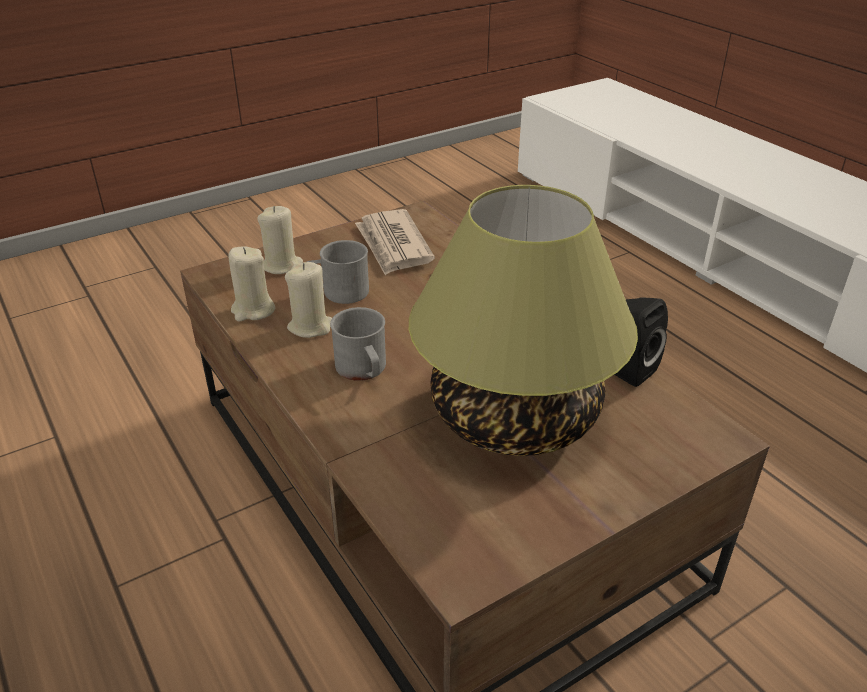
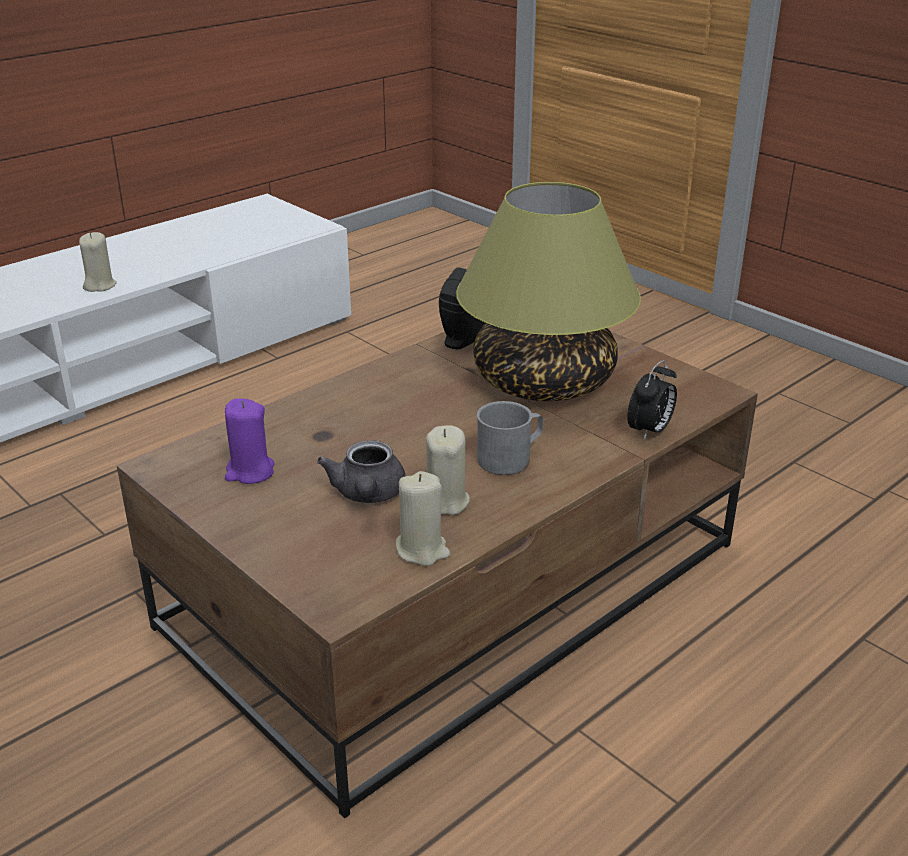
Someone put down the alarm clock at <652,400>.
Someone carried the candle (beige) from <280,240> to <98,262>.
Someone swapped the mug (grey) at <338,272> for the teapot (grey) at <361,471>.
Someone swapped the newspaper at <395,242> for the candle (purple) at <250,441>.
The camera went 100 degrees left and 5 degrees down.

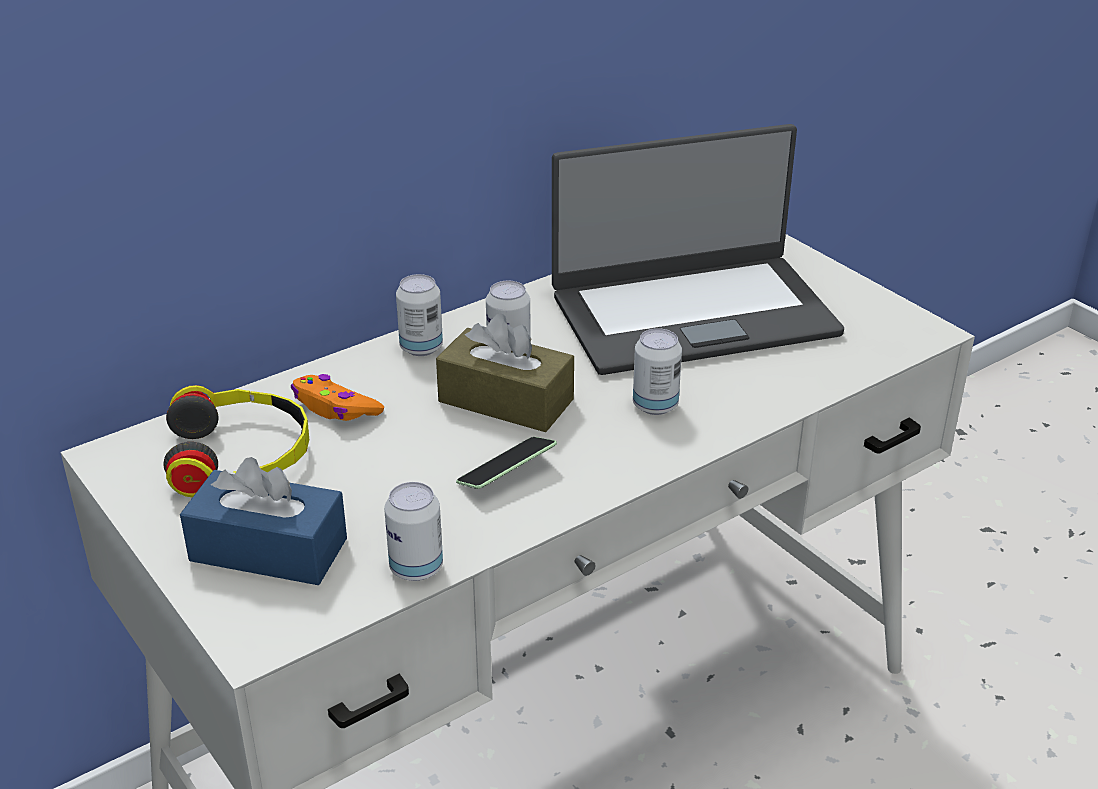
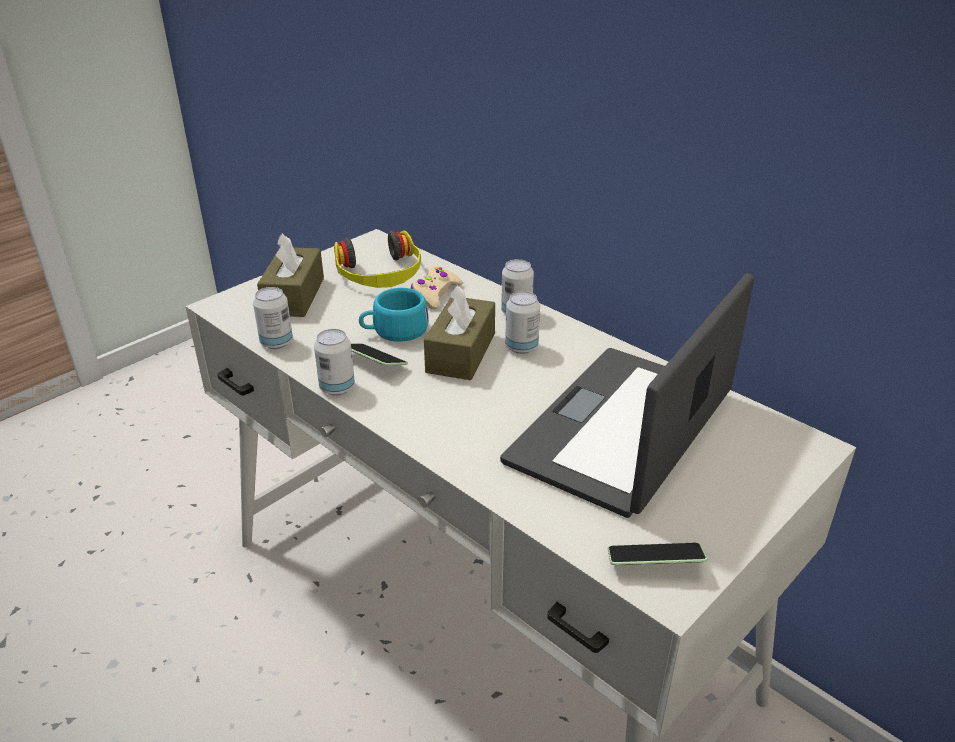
Someone put down the cup (turquoise) at <394,315>.
Someone put down the phone at <657,554>.
Someone carried the can from <657,371> to <334,362>.
Someone repainted the tissue box (blue) at <263,521>, which became the tissue box (brown) at <290,275>.
Someone repainted the game controller (orange) at <337,397>, which became the game controller (beige) at <437,287>.
Someone rotated the laptop at <698,249> by 60 degrees clockwise.
The camera went 80 degrees right and 0 degrees up.

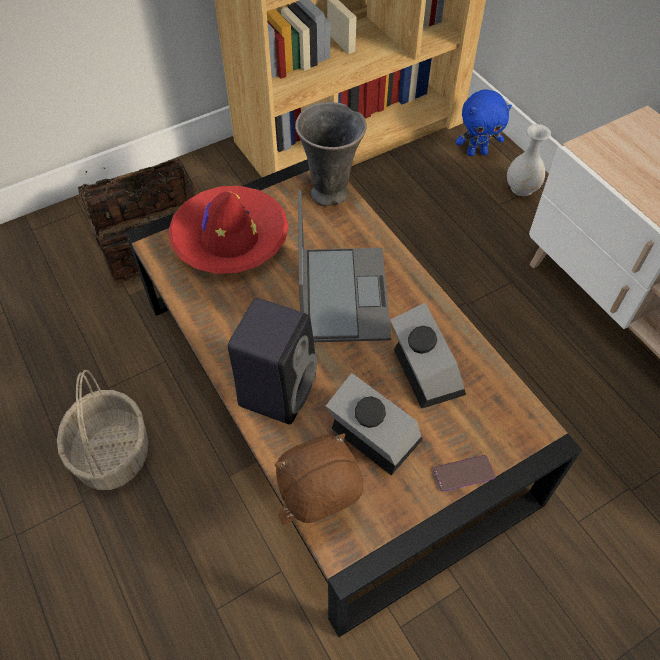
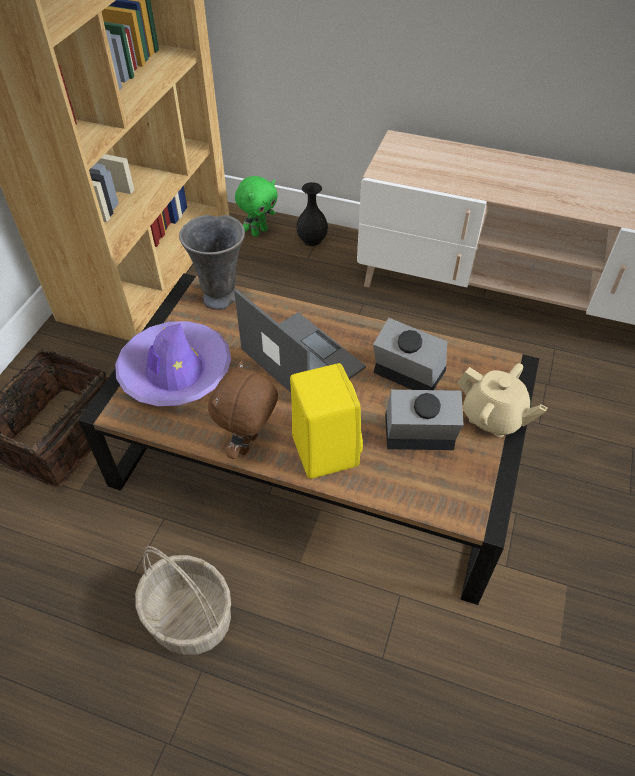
Someone carried the plush toy (brown) from <319,479> to <243,409>.
Someone swapped the phone at <464,473> for the teapot (beige) at <502,400>.
Someone repainted the hat (red) at <228,230>, which became the hat (purple) at <173,363>.
Someone repainted the speaker (black) at <272,361>, which became the speaker (yellow) at <326,421>.
Someone repainted the plush toy (blue) at <483,122>, which became the plush toy (green) at <256,206>.
Someone repainted the vase (white) at <529,160>, which became the vase (black) at <312,214>.
The camera went 40 degrees left and 5 degrees down.

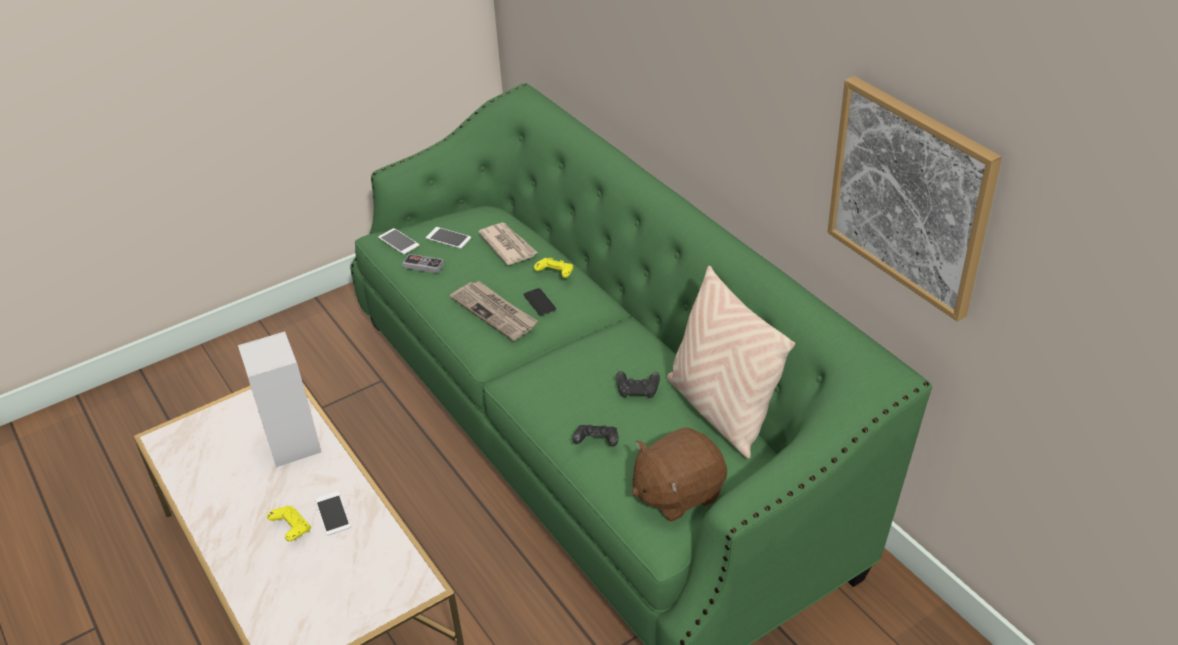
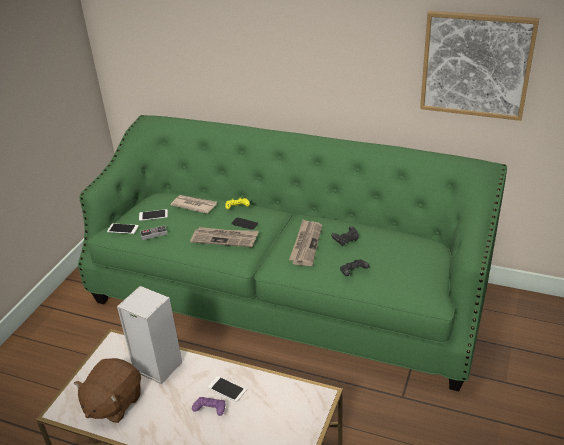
Someone took away the pillow (beige) at <731,362>.
Someone put down the newspaper at <305,243>.
Someone carried the plush toy (brown) from <679,474> to <107,390>.
Someone repainted the game controller (yellow) at <289,523>, which became the game controller (purple) at <209,406>.
The camera went 35 degrees left and 5 degrees down.

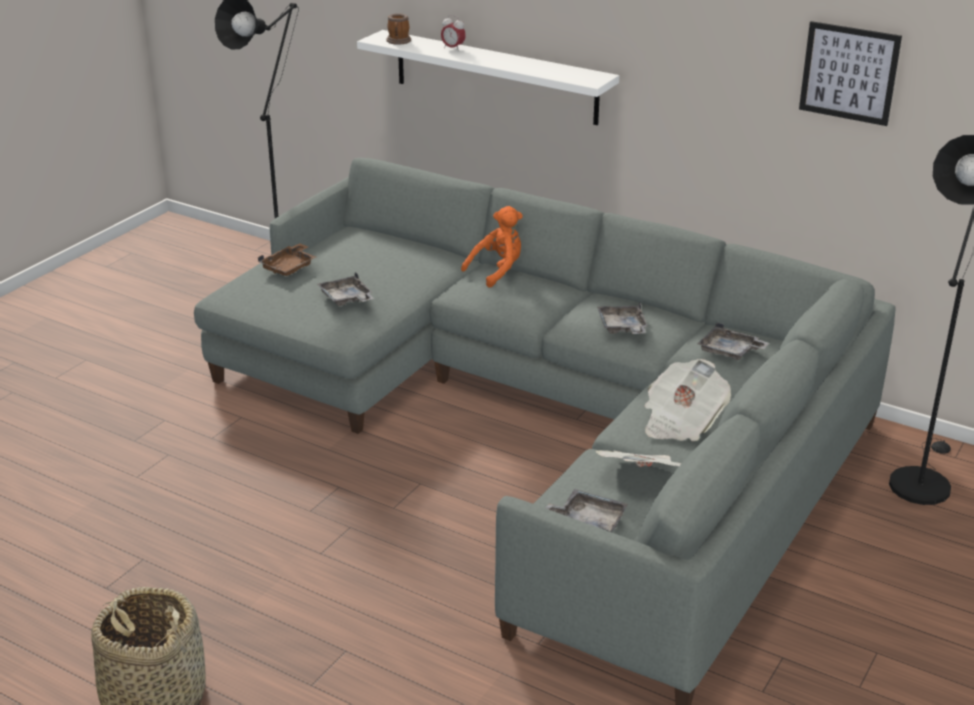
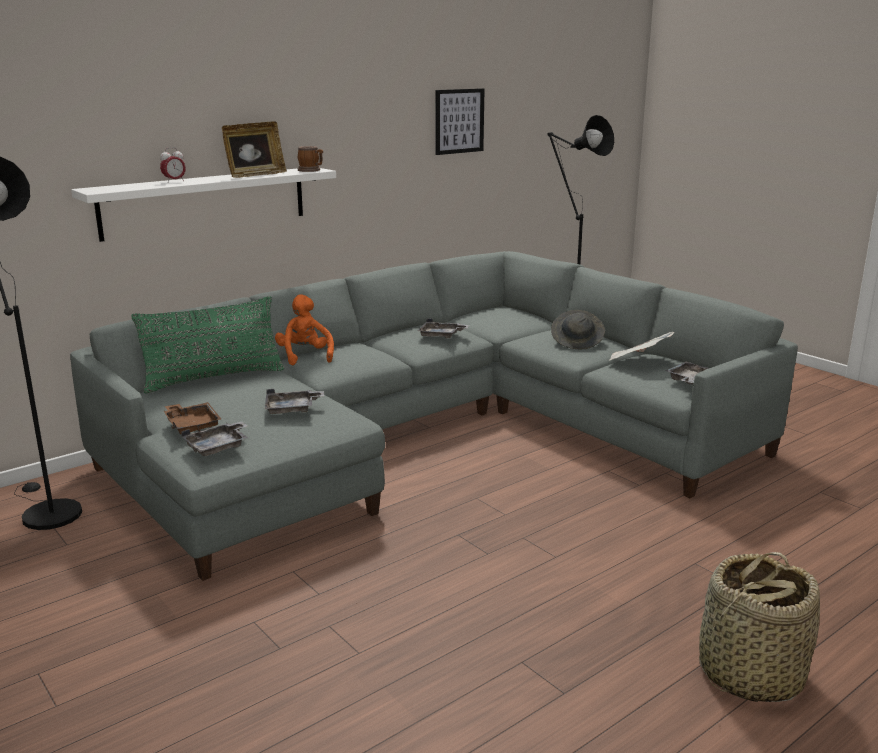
Someone put down the pillow (green) at <207,344>.
Someone put down the picture frame at <254,149>.
Someone carried the mug from <398,29> to <310,159>.
Someone carried the tray (grey) from <733,341> to <215,438>.
Someone swapped the newspaper at <688,400> for the hat (grey) at <578,329>.
The camera went 70 degrees left and 10 degrees down.

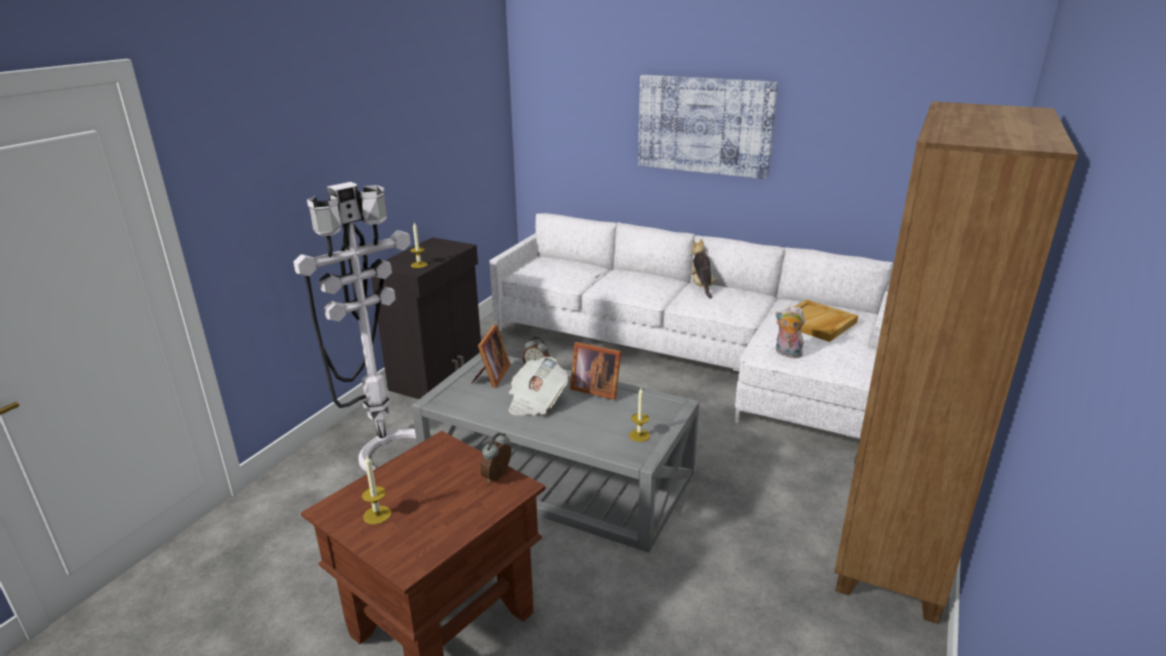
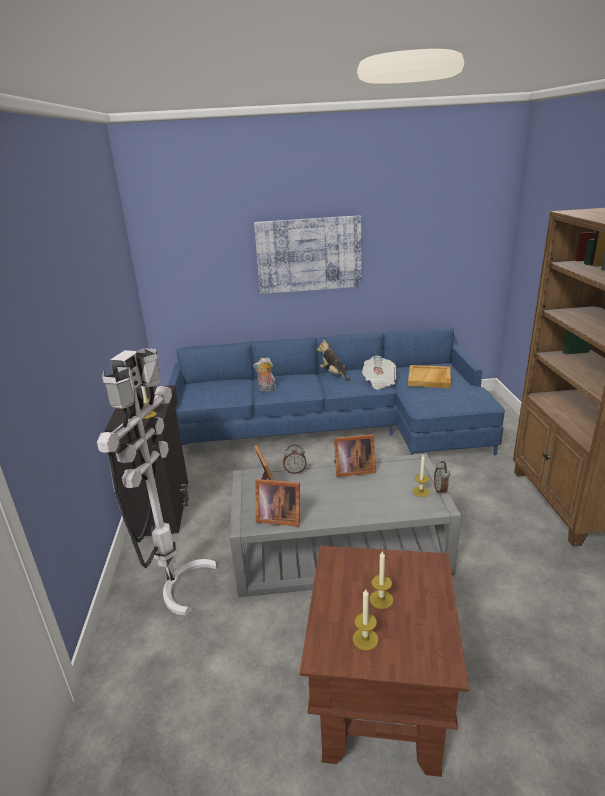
Someone put down the picture frame at <277,503>.
Someone put down the candle at <381,579>.
Someone carried the alarm clock from <495,458> to <442,478>.
Someone carried the newspaper from <538,386> to <379,373>.
Someone carried the plush toy from <790,331> to <264,374>.
Someone repainted the sofa (white) at <691,326>, which became the sofa (blue) at <336,391>.
The camera went 30 degrees left and 0 degrees up.

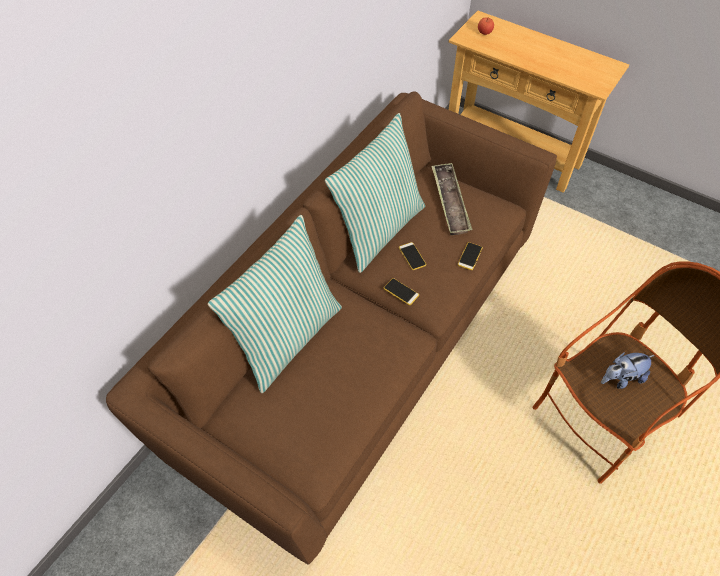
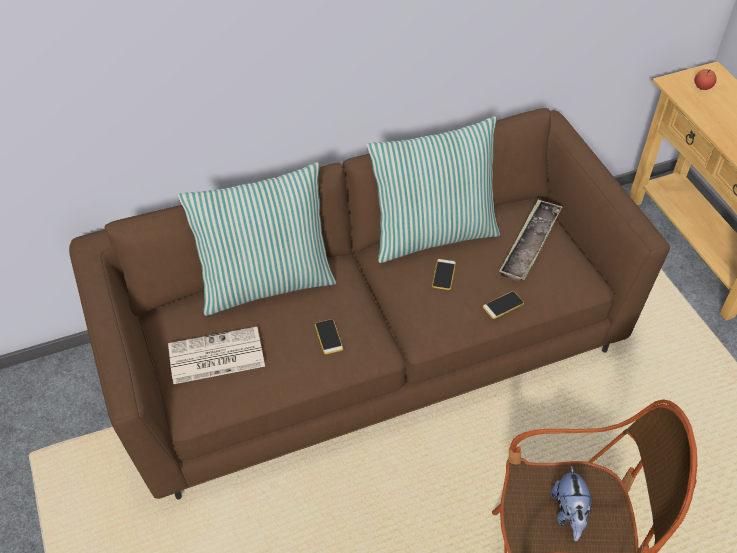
Someone put down the newspaper at <216,355>.
Someone carried the phone from <401,291> to <329,336>.
Someone rotated the plush toy at <628,370> by 105 degrees counterclockwise.
The camera went 35 degrees right and 5 degrees down.

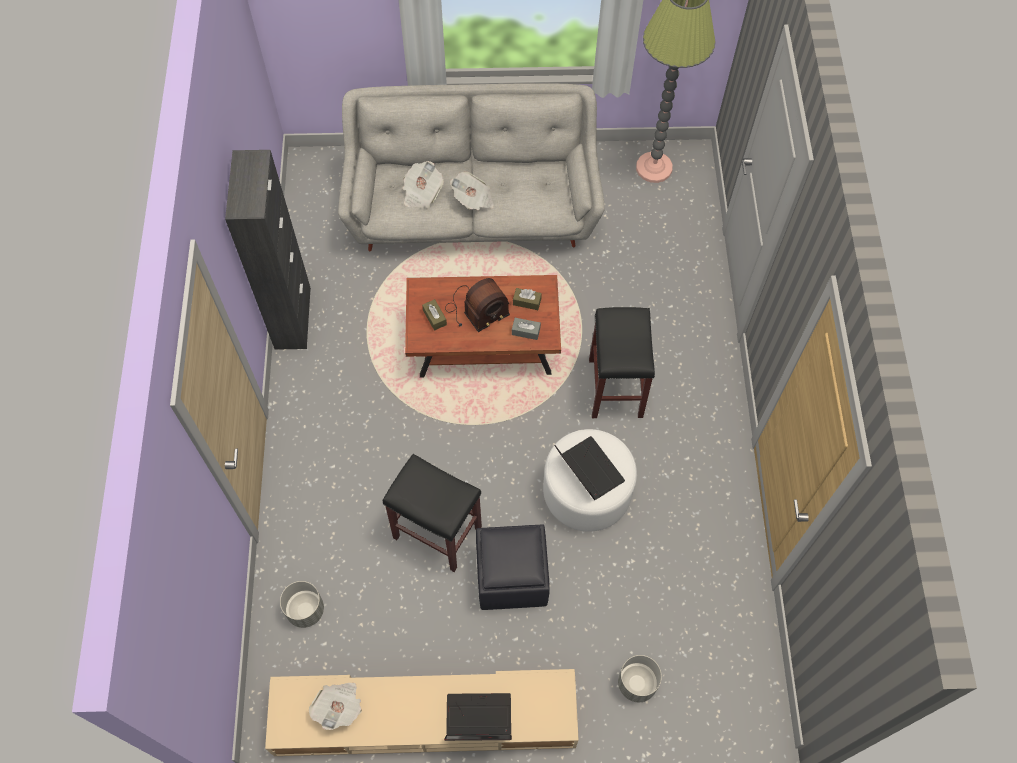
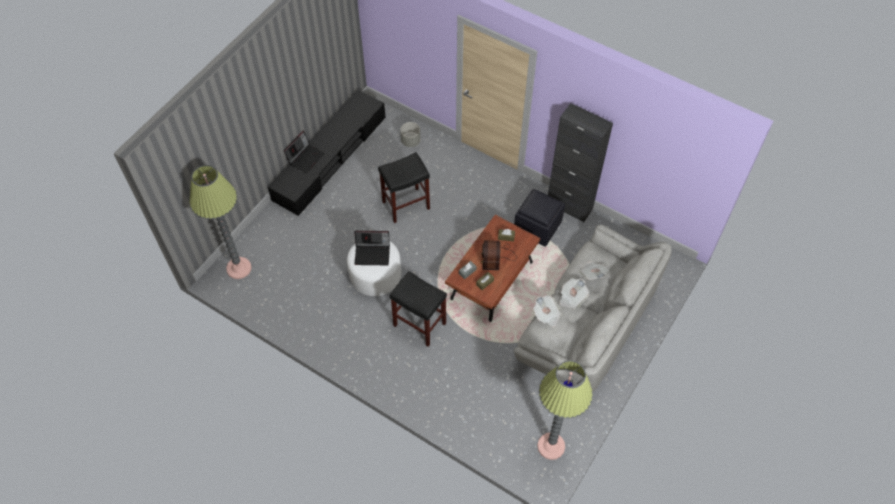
Someone took away the planter (grey) at <640,678>.
Someone put down the floor lamp at <220,222>.
Someone carried the newspaper from <335,706> to <548,311>.
Someone carried the ottoman (black) from <513,567> to <539,218>.
Someone repainted the tv stand (beige) at <422,712>, which became the tv stand (black) at <327,153>.
The camera went 125 degrees right and 5 degrees down.

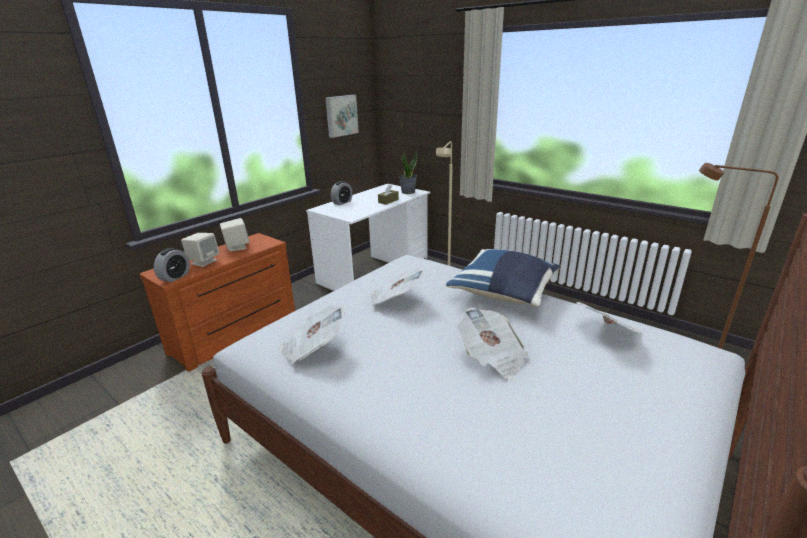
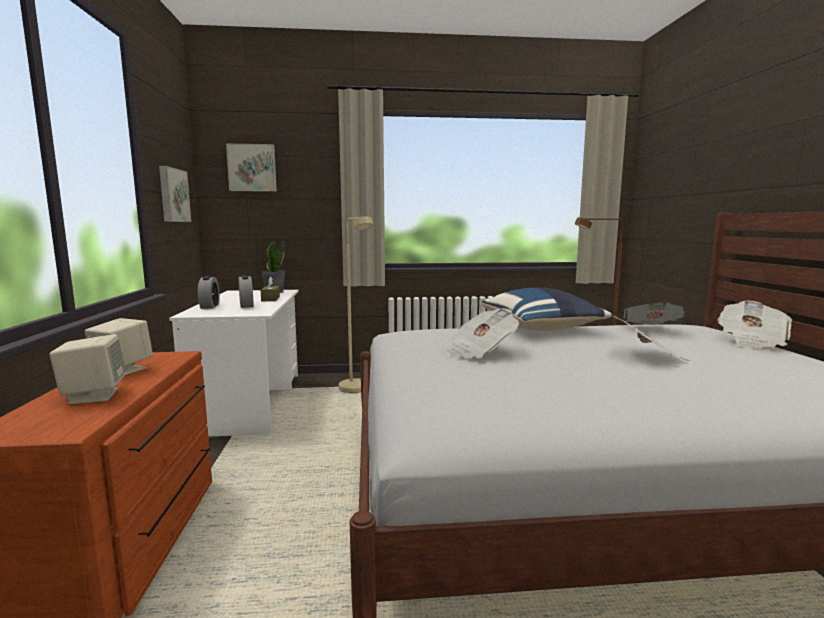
Someone put up the picture at <251,168>.
Someone carried the alarm clock from <172,265> to <246,291>.
Someone carried the newspaper from <312,335> to <754,324>.
The camera went 45 degrees left and 15 degrees down.

